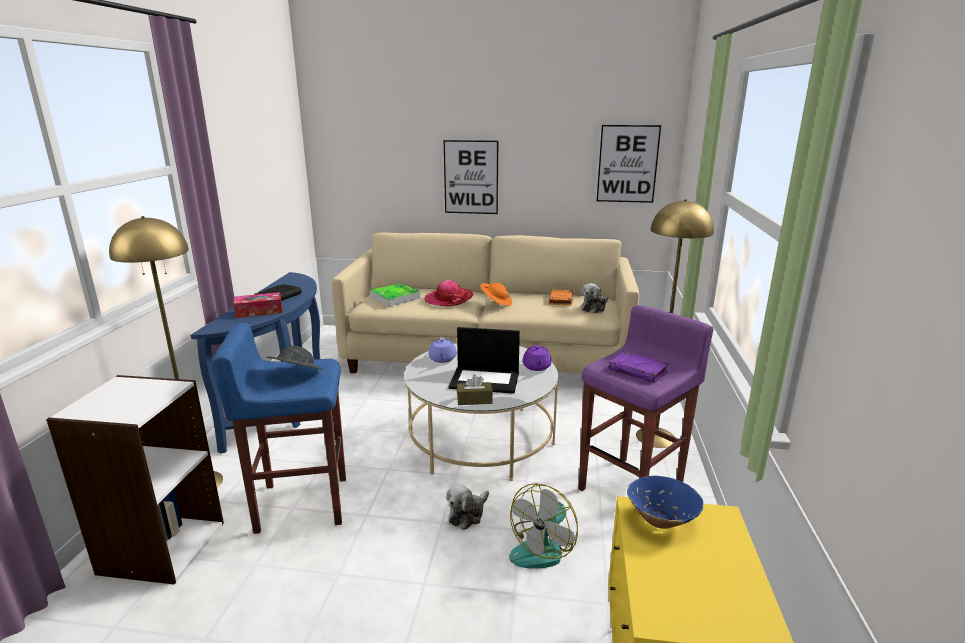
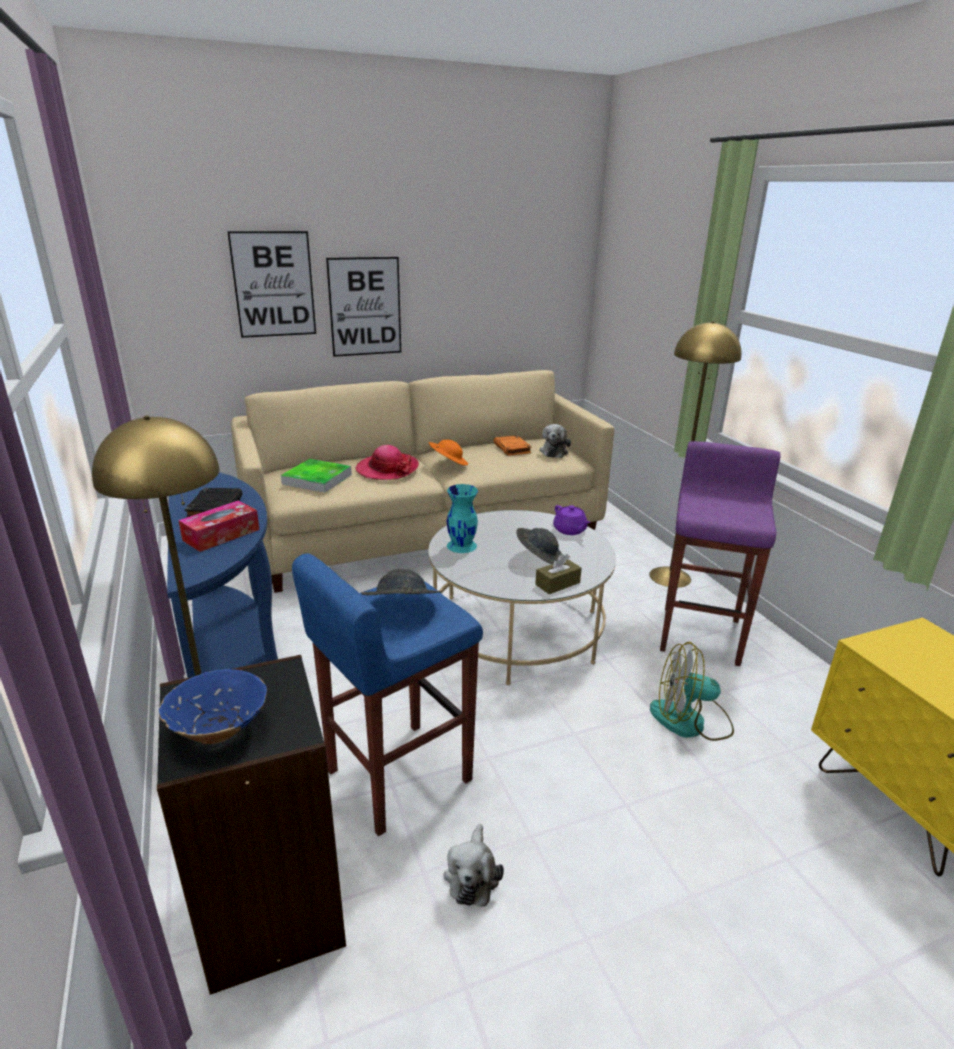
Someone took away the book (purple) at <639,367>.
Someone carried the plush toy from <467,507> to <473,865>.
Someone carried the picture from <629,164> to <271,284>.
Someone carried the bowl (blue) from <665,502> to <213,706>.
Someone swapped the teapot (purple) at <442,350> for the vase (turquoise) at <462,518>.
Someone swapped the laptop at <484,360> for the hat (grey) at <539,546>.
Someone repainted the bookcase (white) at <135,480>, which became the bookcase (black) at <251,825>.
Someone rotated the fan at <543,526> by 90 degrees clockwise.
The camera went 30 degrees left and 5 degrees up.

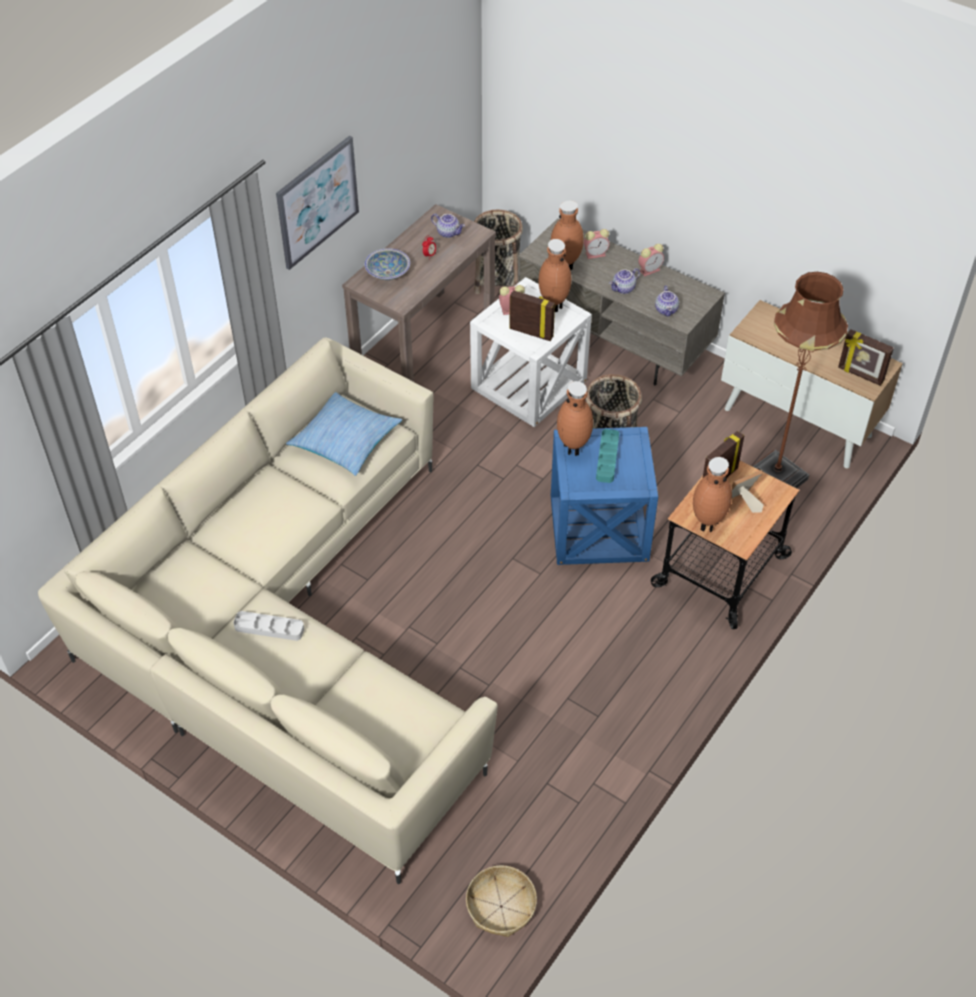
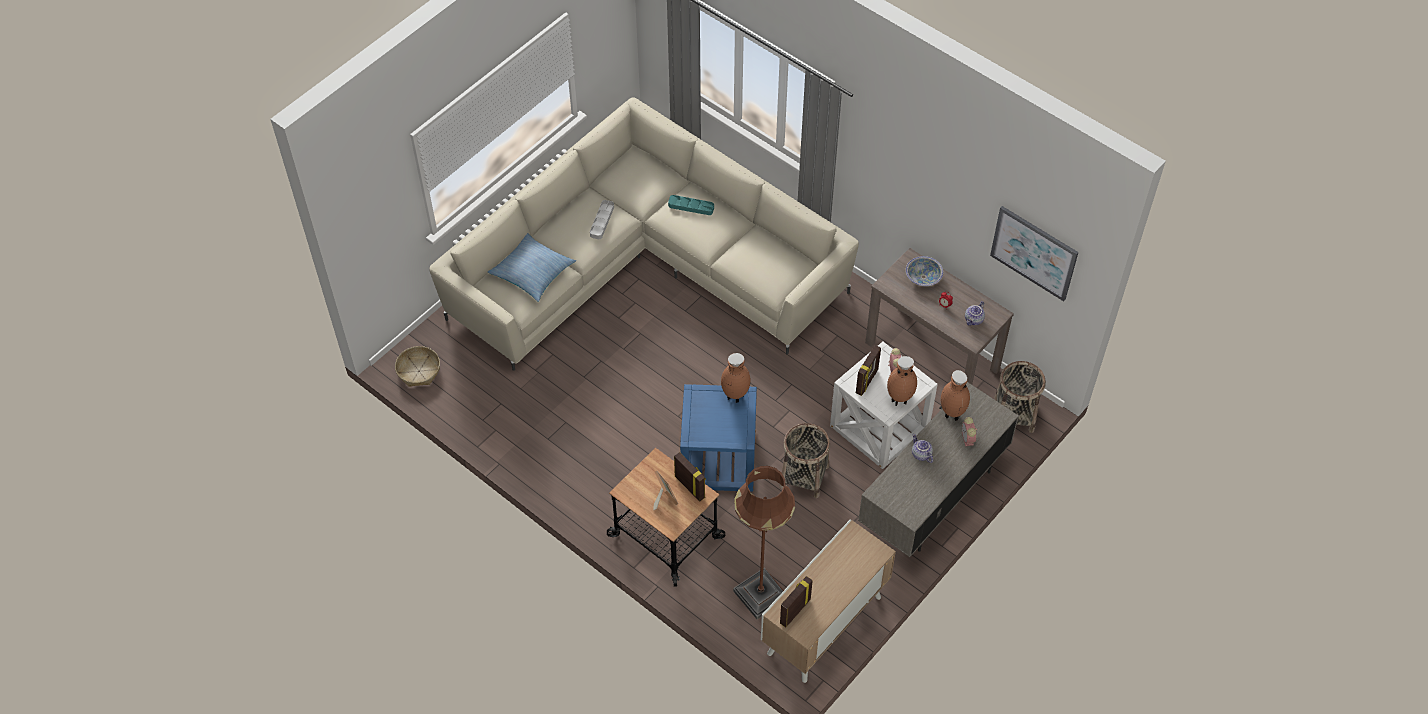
Someone took away the alarm clock at <651,260>.
Someone took away the teapot at <667,301>.
Someone took away the vase (brown) at <712,494>.
Someone carried the picture from <317,203> to <1034,253>.
Someone carried the pillow from <344,434> to <532,267>.
Someone carried the tray (turquoise) from <607,456> to <691,205>.
The camera went 95 degrees right and 5 degrees up.

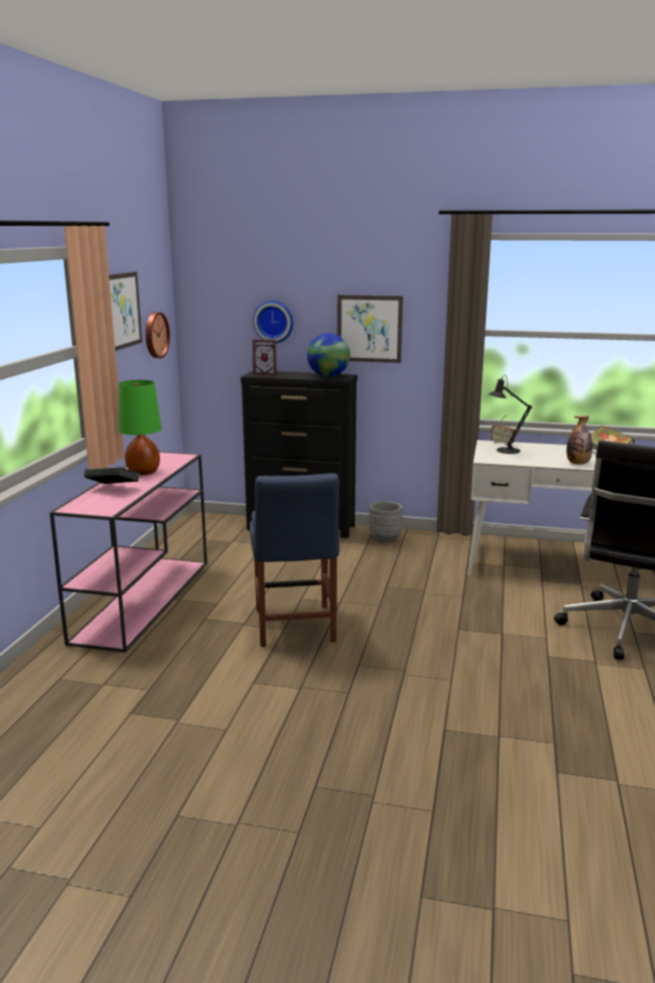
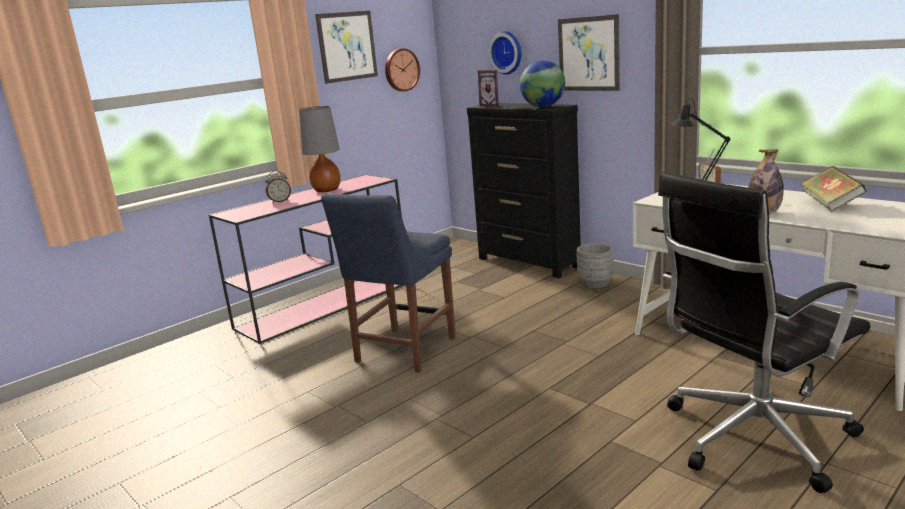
Someone swapped the book at <112,475> for the alarm clock at <278,187>.
Someone repainted the table lamp (green) at <140,427>, which became the table lamp (grey) at <320,149>.
The camera went 35 degrees right and 0 degrees up.

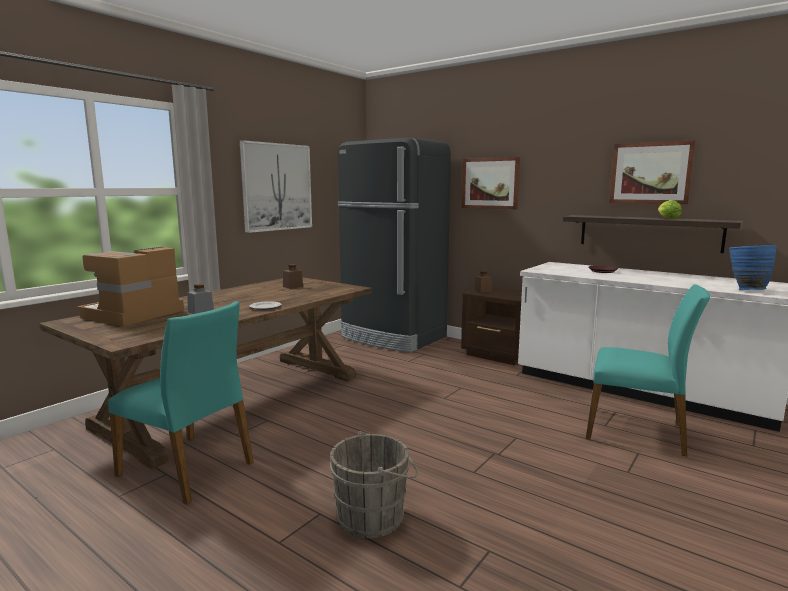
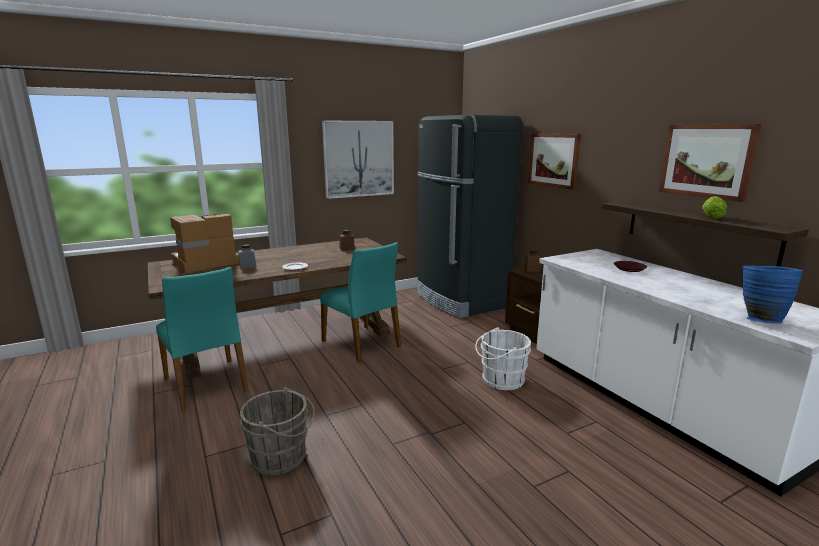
Someone put down the bucket (white) at <503,358>.
Someone carried the chair (turquoise) from <648,370> to <360,302>.
The camera went 25 degrees right and 5 degrees up.

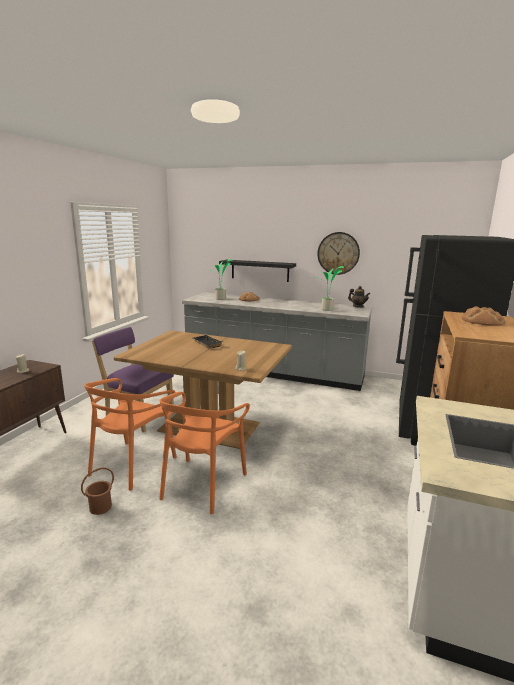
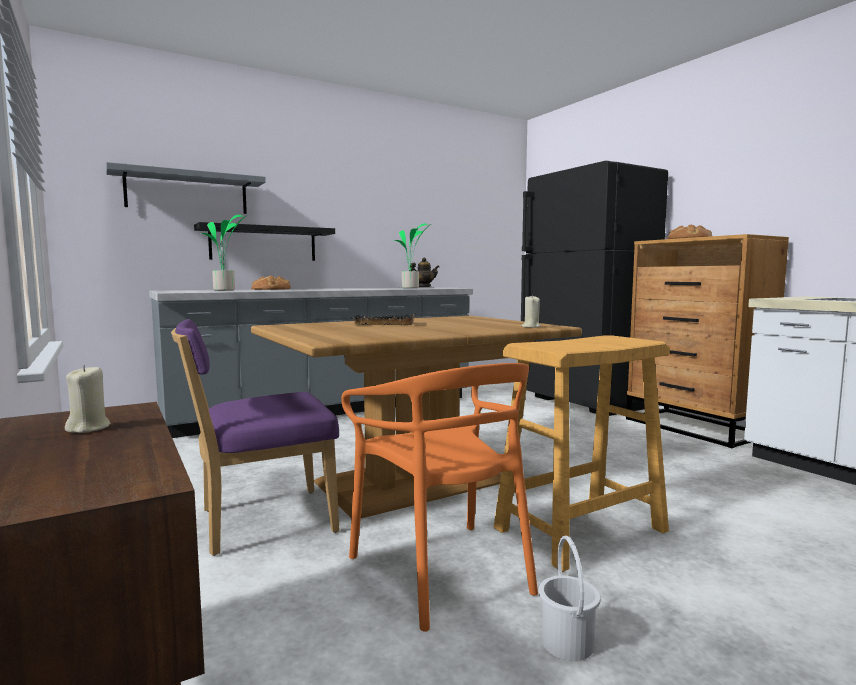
Someone took away the wall clock at <338,253>.
Someone put up the shelf (grey) at <186,188>.
Someone swapped the chair (orange) at <204,453> for the stool (beige) at <582,454>.
Someone repainted the bucket (brown) at <97,491>, which became the bucket (white) at <570,598>.
The camera went 50 degrees left and 10 degrees down.

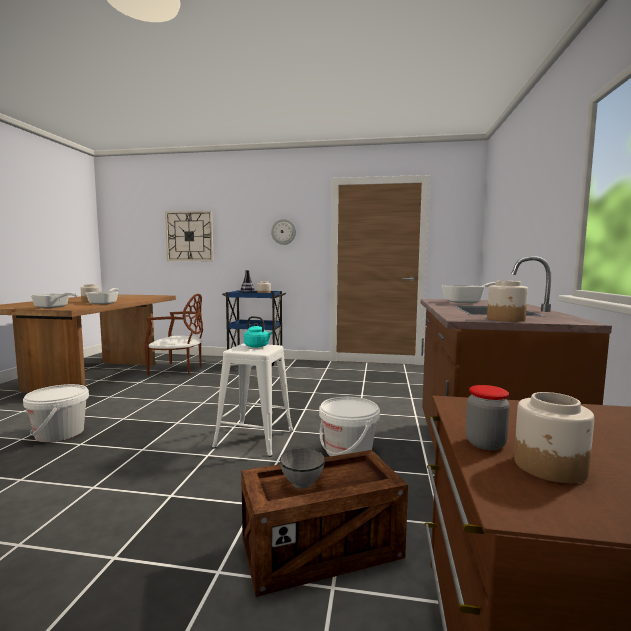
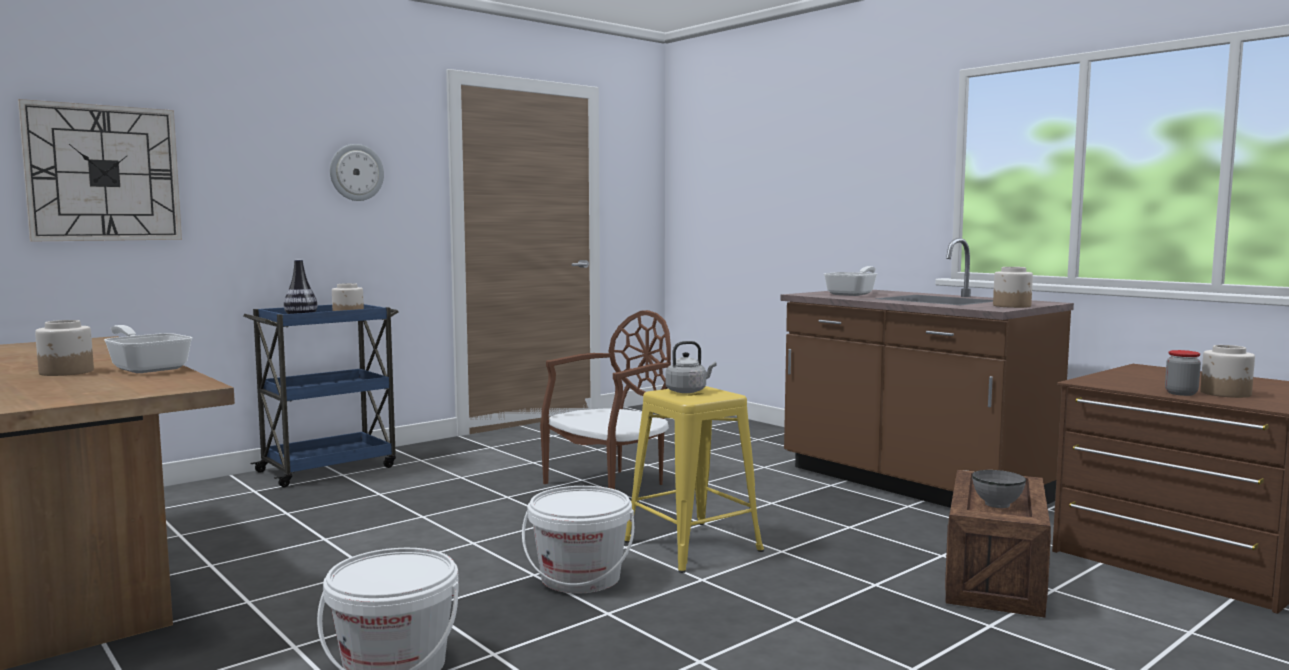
Someone took away the frying pan at <54,300>.
Someone carried the chair (brown) from <173,334> to <605,399>.
Someone carried the bucket (white) from <349,426> to <578,540>.
Someone repainted the stool (white) at <252,400>, which became the stool (yellow) at <694,479>.
Someone repainted the kettle (turquoise) at <258,332>, which became the kettle (grey) at <691,367>.
The camera went 50 degrees left and 0 degrees up.

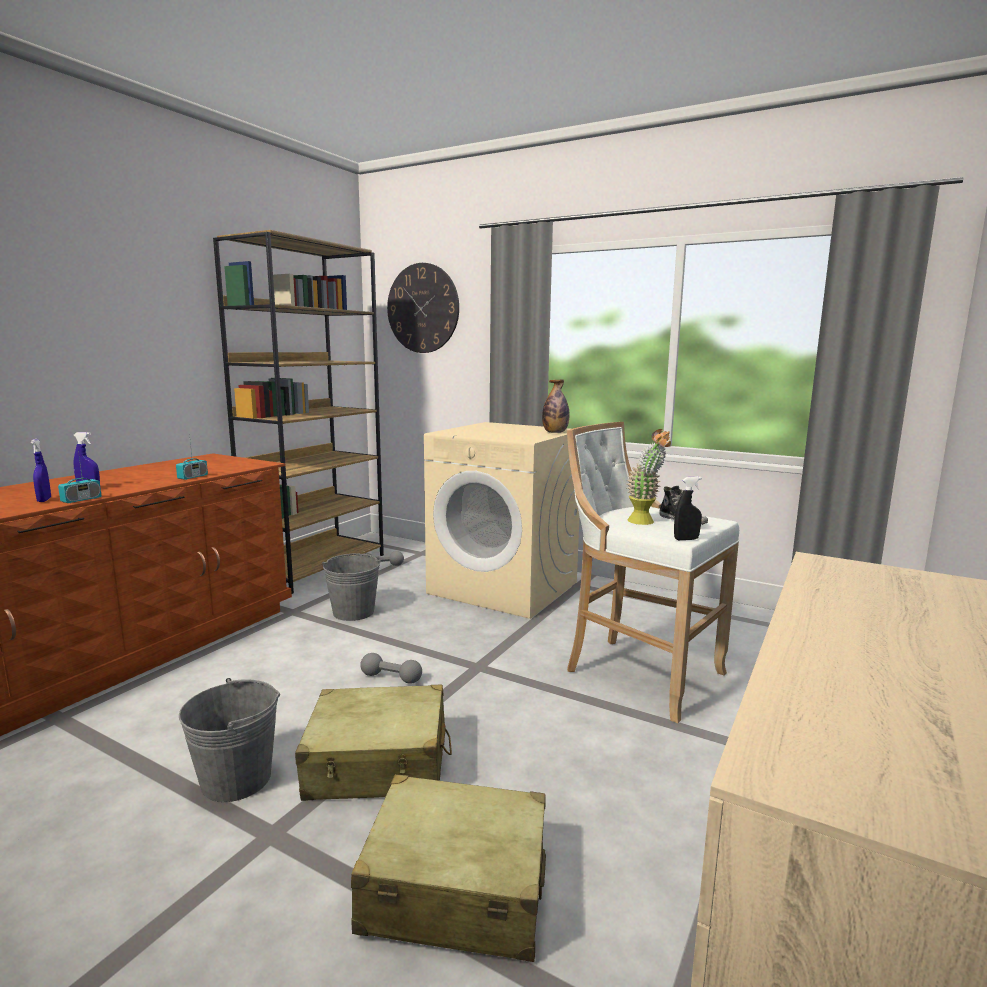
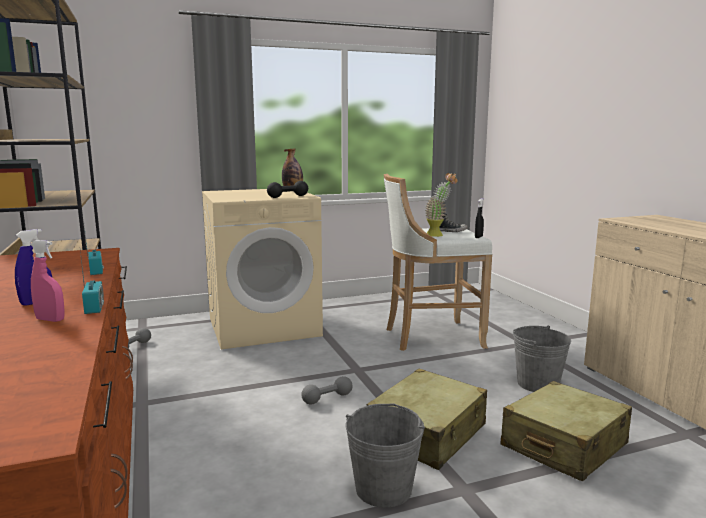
Someone took away the wall clock at <423,308>.
Someone put down the dumbbell (black) at <287,189>.
Someone carried the bucket (grey) from <351,587> to <542,359>.
Someone repainted the spray bottle (blue) at <41,470>, which became the spray bottle (pink) at <47,281>.
The camera went 50 degrees left and 0 degrees up.

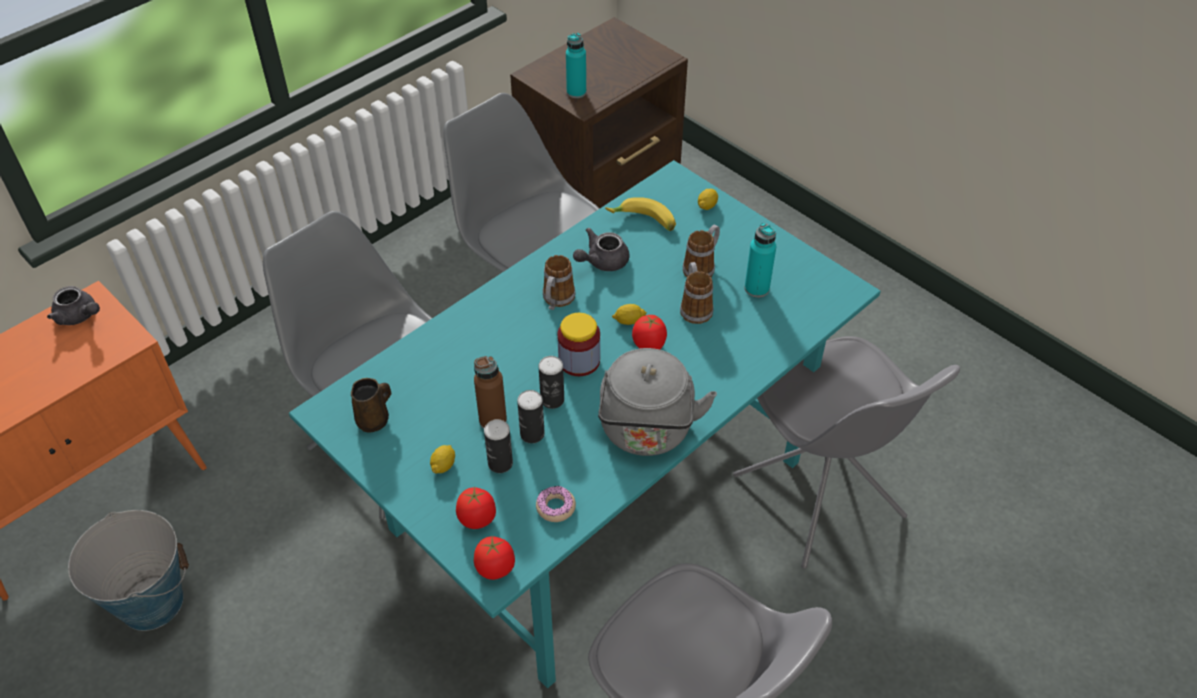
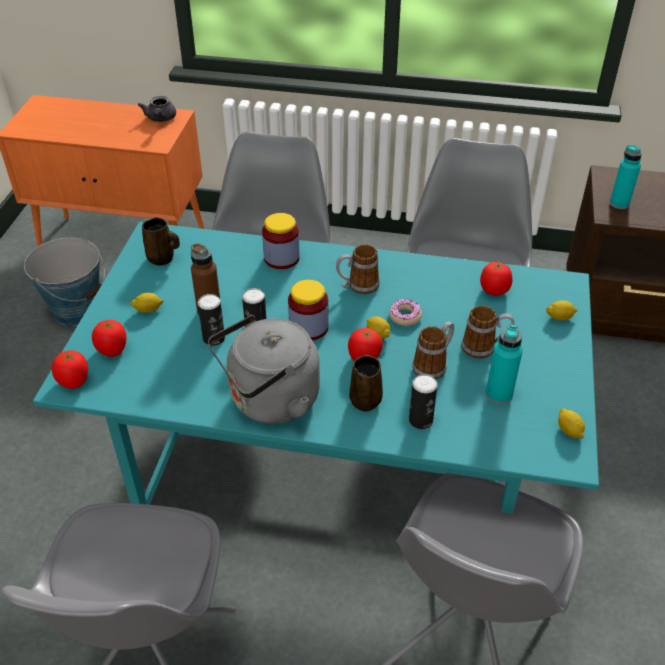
Someone took away the teapot (grey) at <601,249>.
Someone put down the jar at <281,241>.
Someone put down the mug (brown) at <366,383>.
Someone put down the lemon at <571,424>.
Someone carried the can from <498,446> to <423,401>.
Someone carried the donut from <556,504> to <405,312>.
Someone swapped the banana at <640,214> for the tomato at <496,278>.
The camera went 55 degrees right and 5 degrees down.

